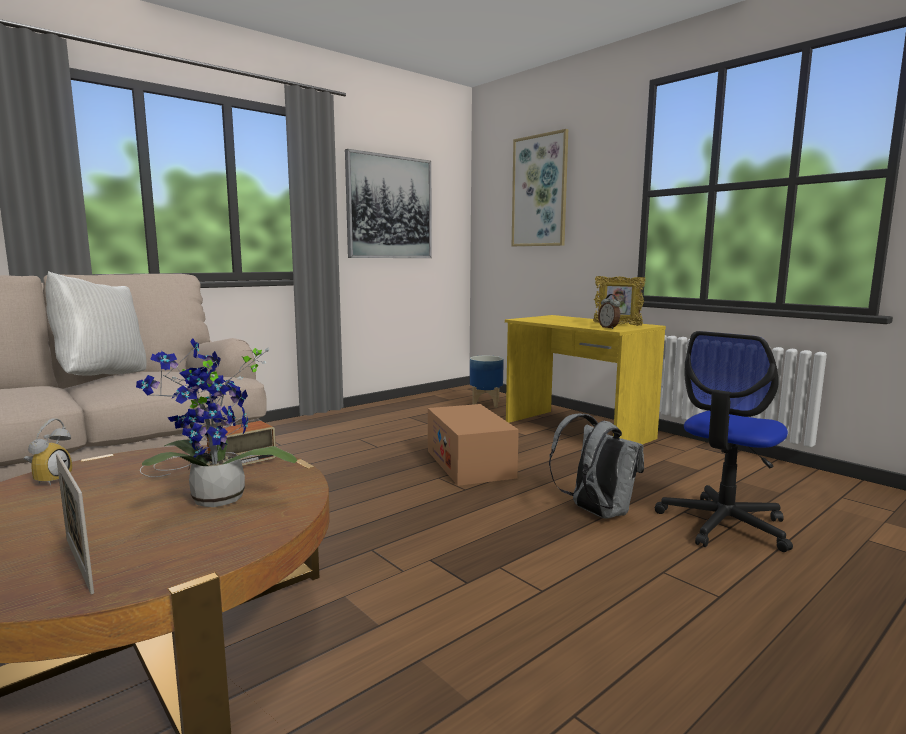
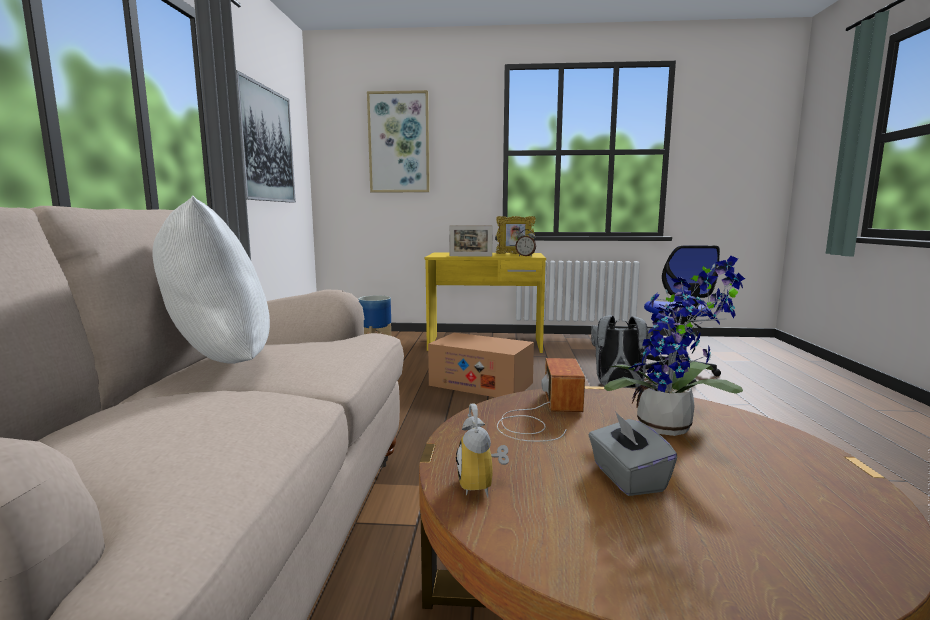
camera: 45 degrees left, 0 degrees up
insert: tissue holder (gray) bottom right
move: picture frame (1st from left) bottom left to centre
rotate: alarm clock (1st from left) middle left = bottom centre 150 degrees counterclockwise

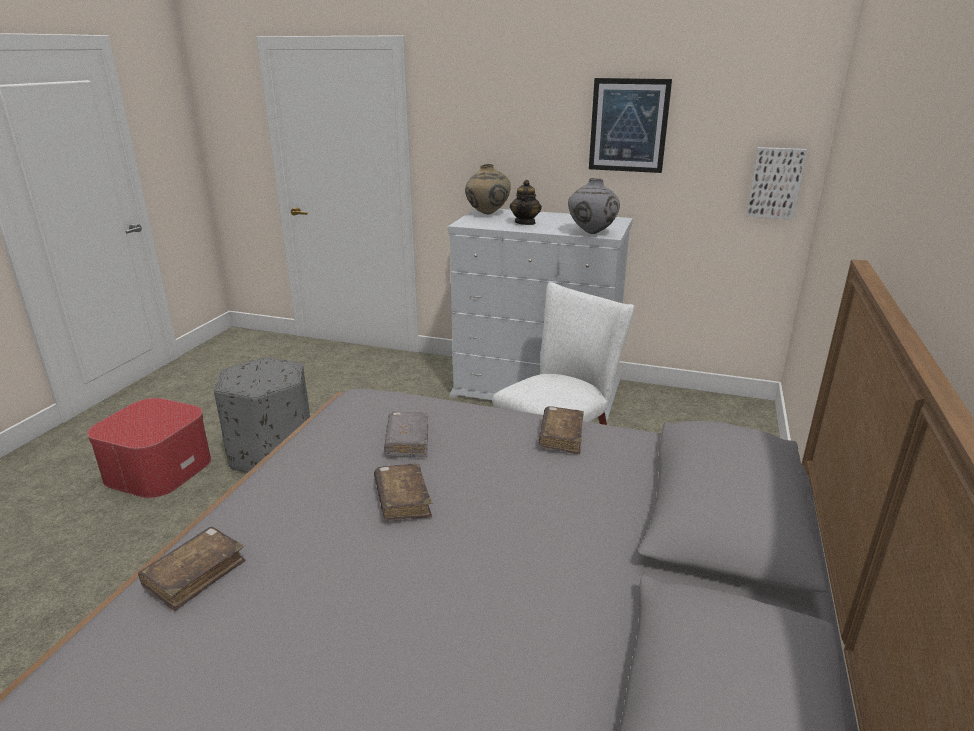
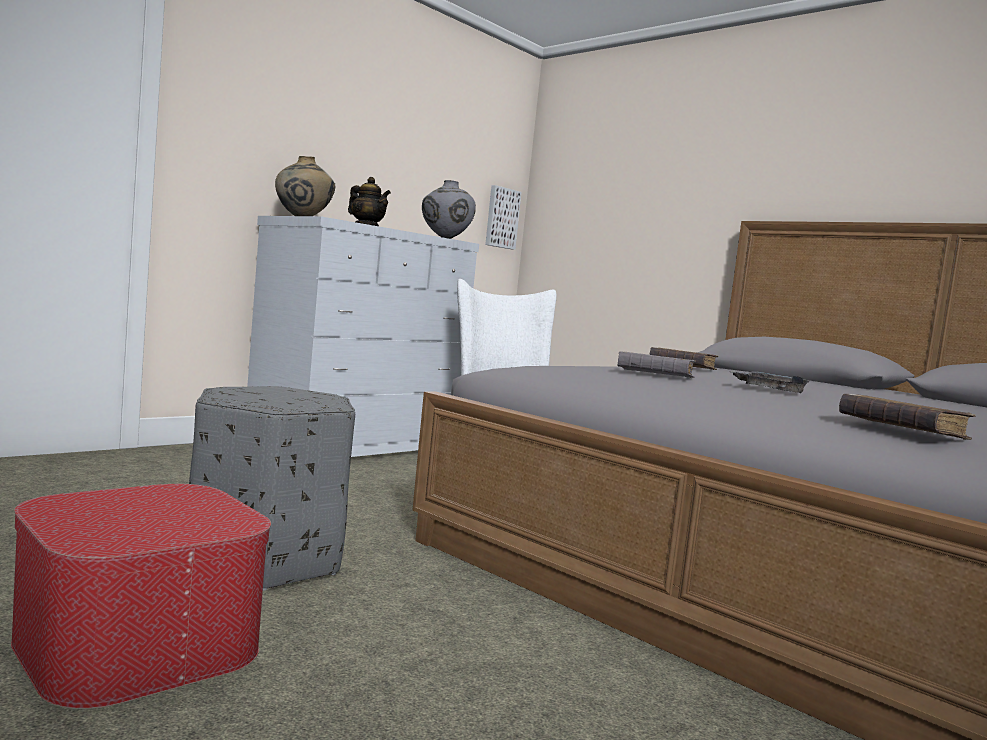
camera: 65 degrees left, 20 degrees down
delete: wall art (1st from left) top centre
replace: volume (brownish) (2nd from left) bottom centre to serving tray (gray) middle right

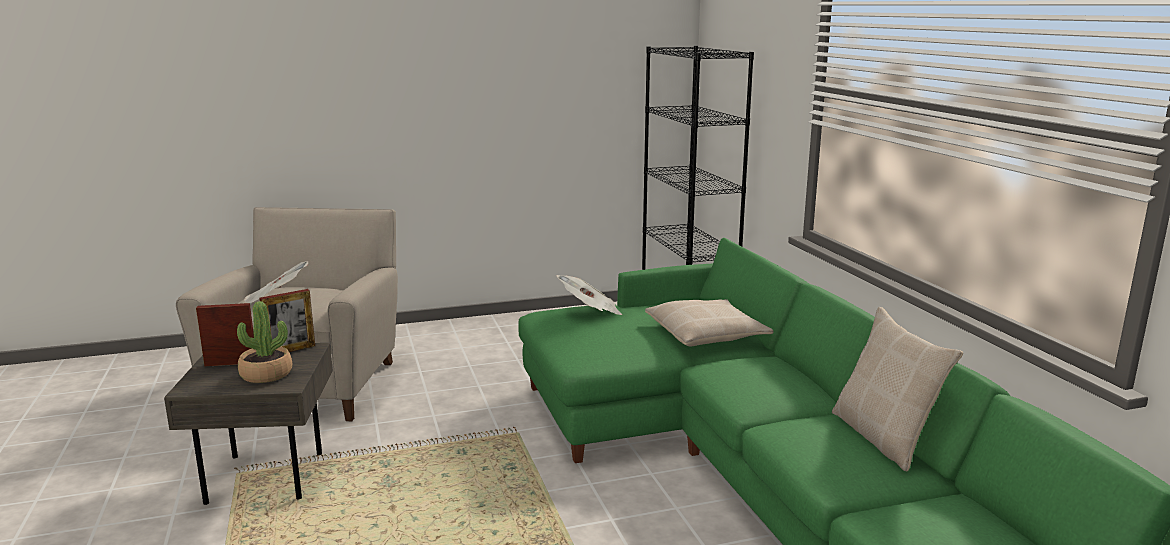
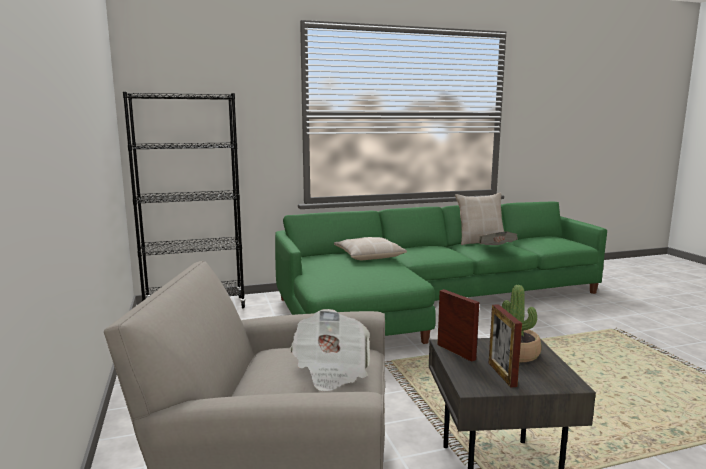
camera: 90 degrees left, 5 degrees down
move: printed paper (2nd from left) centre to middle right

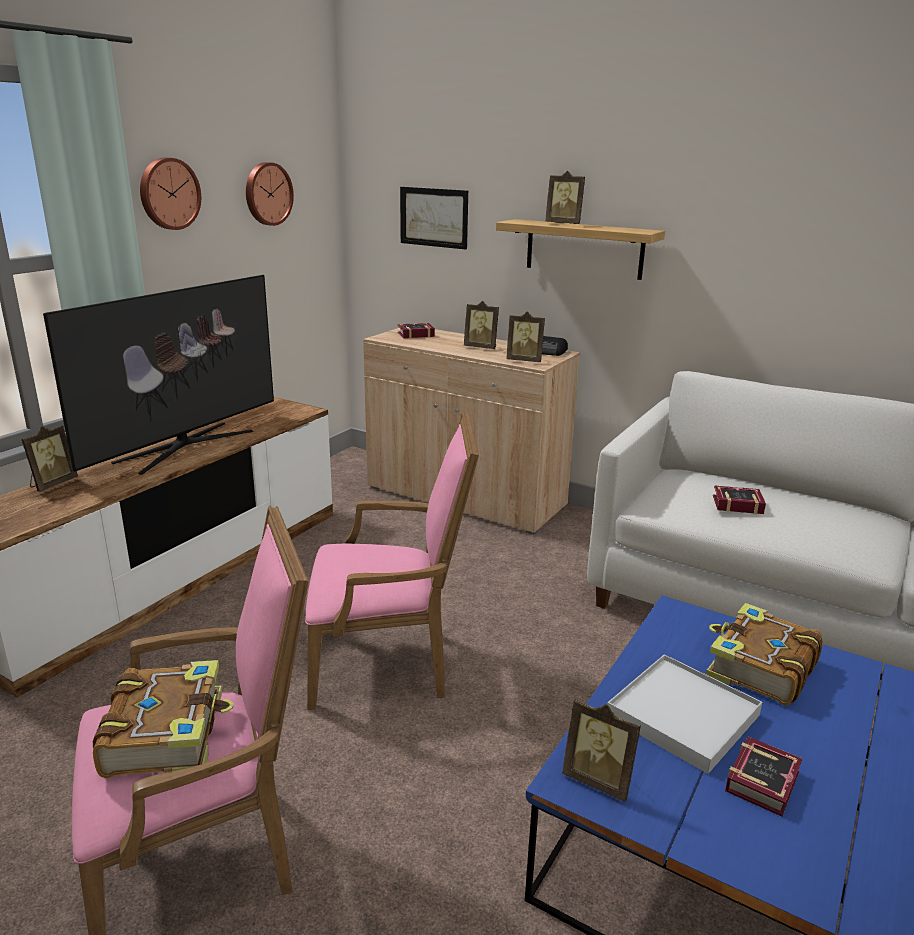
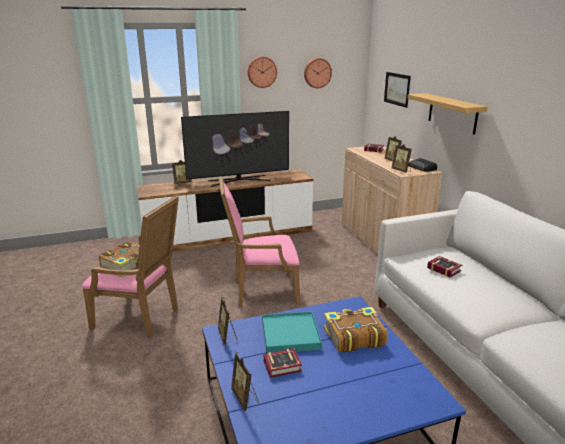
camera: 40 degrees right, 0 degrees up
move: picture frame (4th from left in the first image) top centre to picture frame (3rd from left) bottom centre
recolor: serving tray (white-coloured) bottom right to serving tray (turquoise) bottom centre
rotate: easy chair (pinkish) (2nd from left) centre = centre 135 degrees clockwise

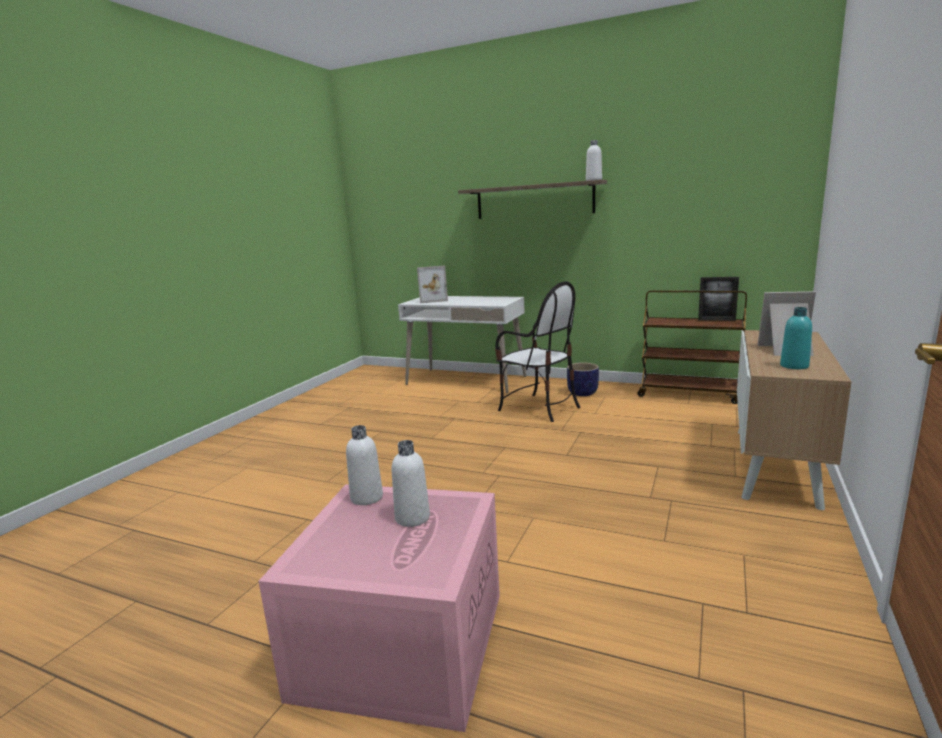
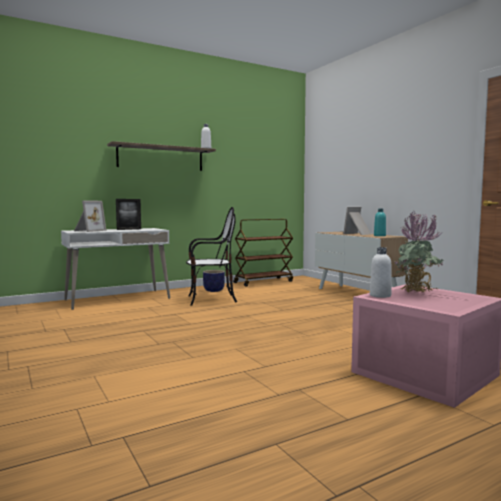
camera: 55 degrees left, 10 degrees down
move: picture frame (2nd from left) middle right to middle left
replace: beverage bottle (white-coloured) (2nd from left) centre to houseplant middle right

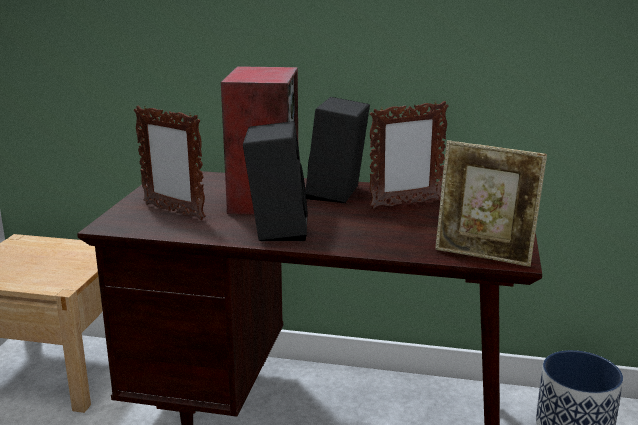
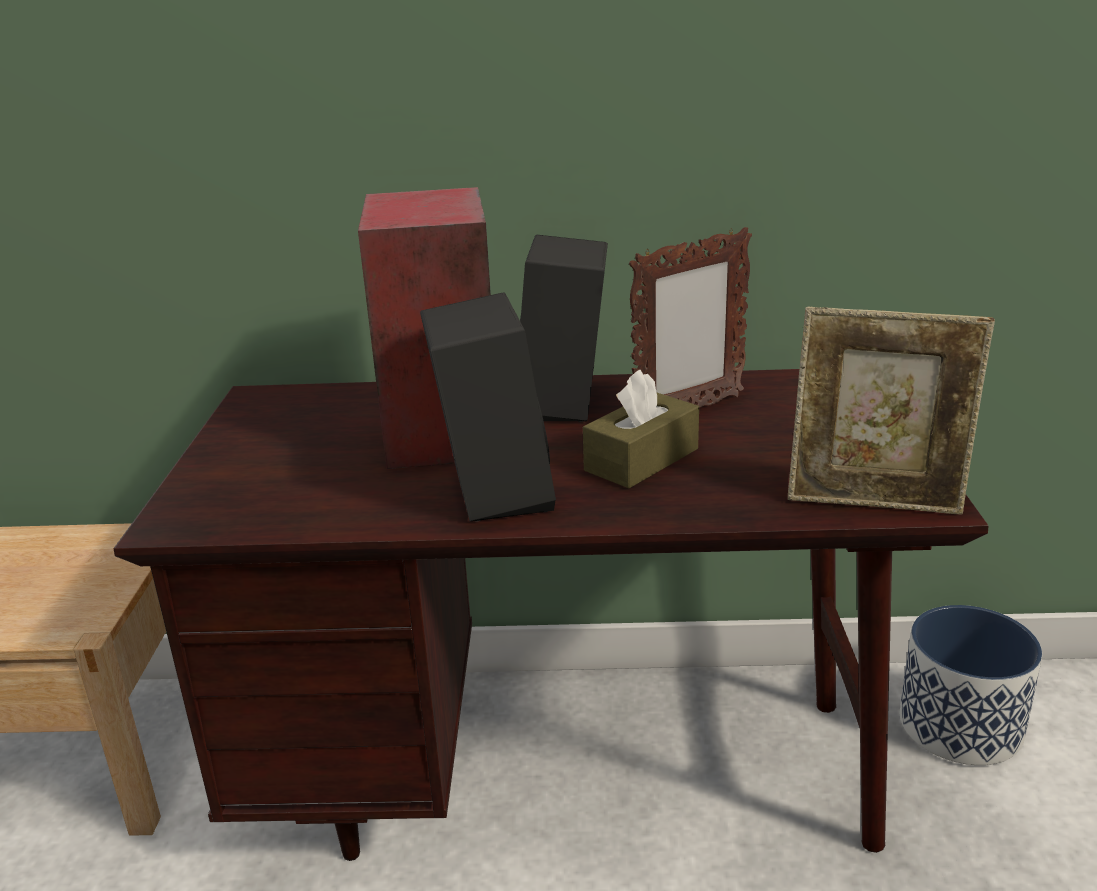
camera: 10 degrees left, 5 degrees up
delete: picture frame (1st from left) middle left
insert: tissue holder (brownish) centre

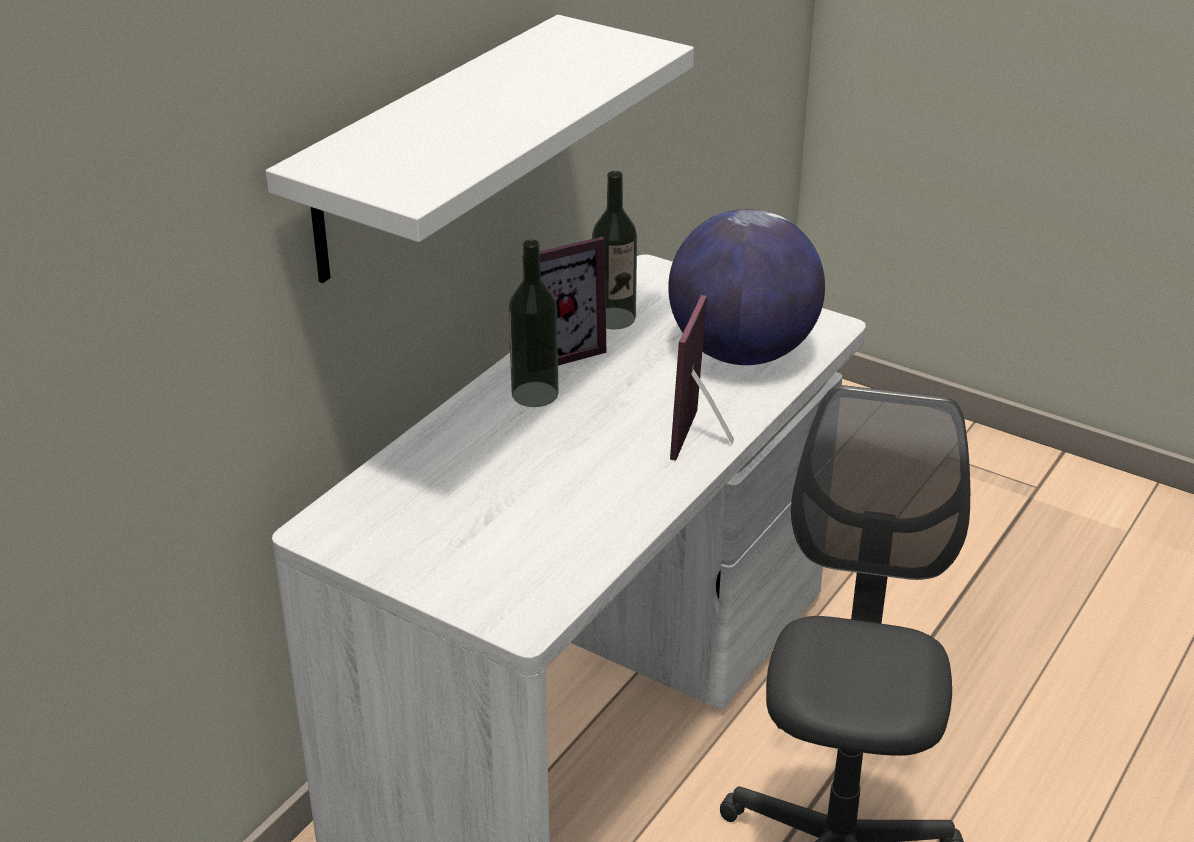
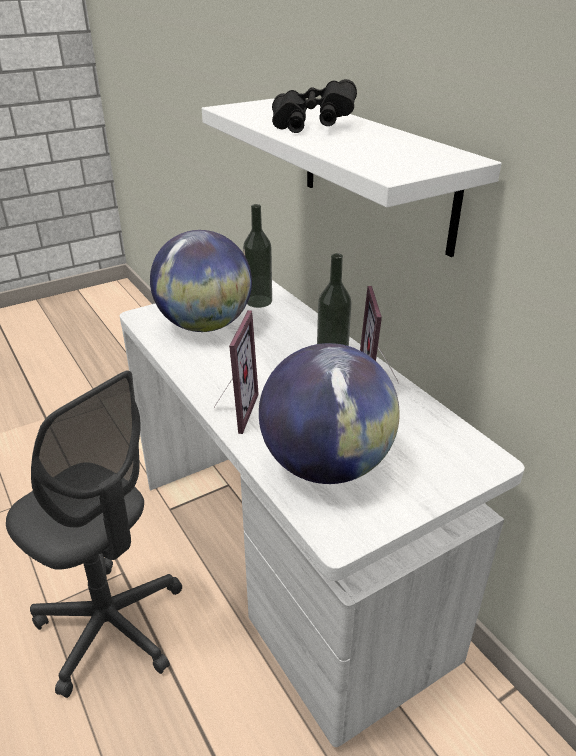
camera: 115 degrees right, 0 degrees up
insert: binoculars (black-coloured) top centre; desk globe (1st from left) centre
move: beverage bottle (2nd from left in the first image) top centre to beverage bottle (1st from left) centre
rotate: picture frame (2nd from left in the first image) centre = centre 60 degrees clockwise

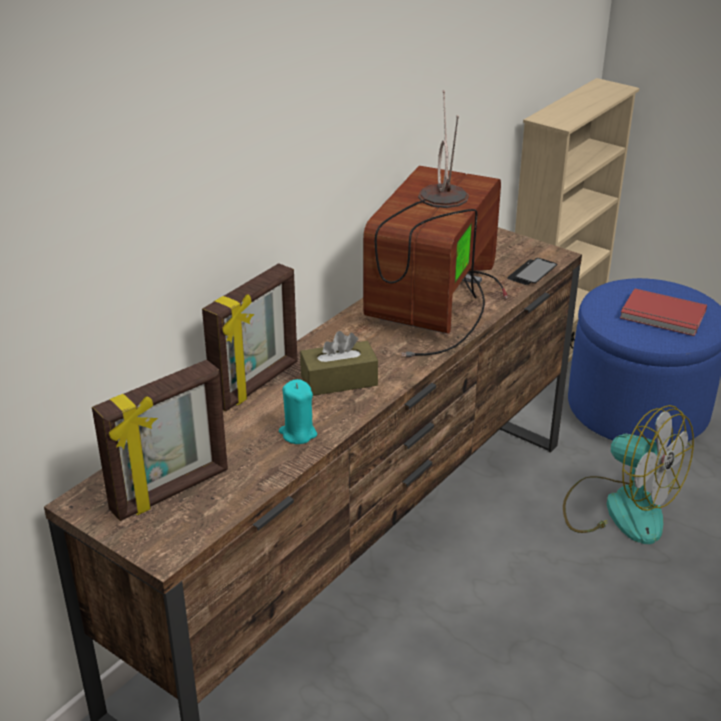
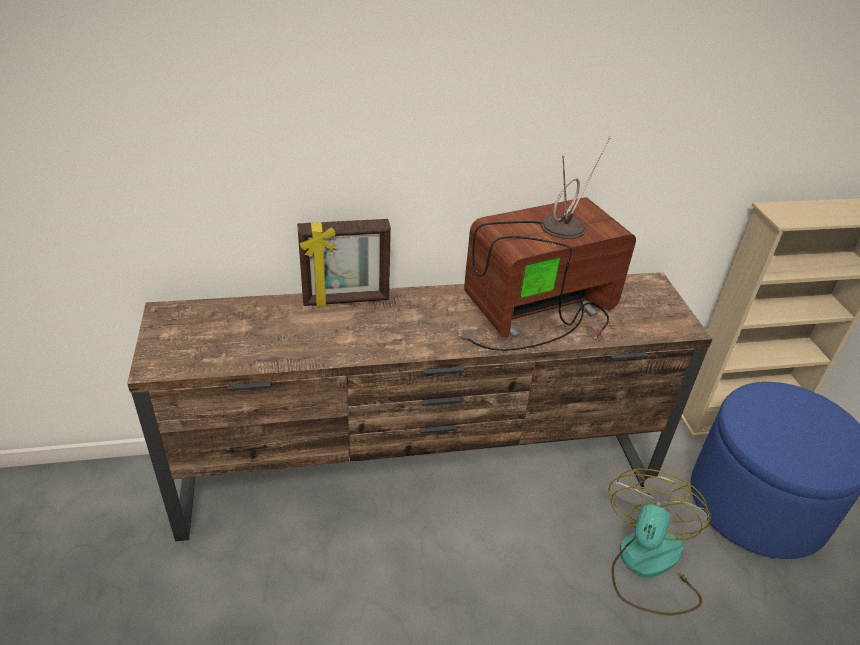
camera: 40 degrees right, 5 degrees up
delete: handset middle right; volume (red) middle right; tissue holder (brownish) centre; picture frame (1st from left) middle left; wax candle (turquoise) centre
rotate: cooling fan middle right = bottom right 150 degrees counterclockwise

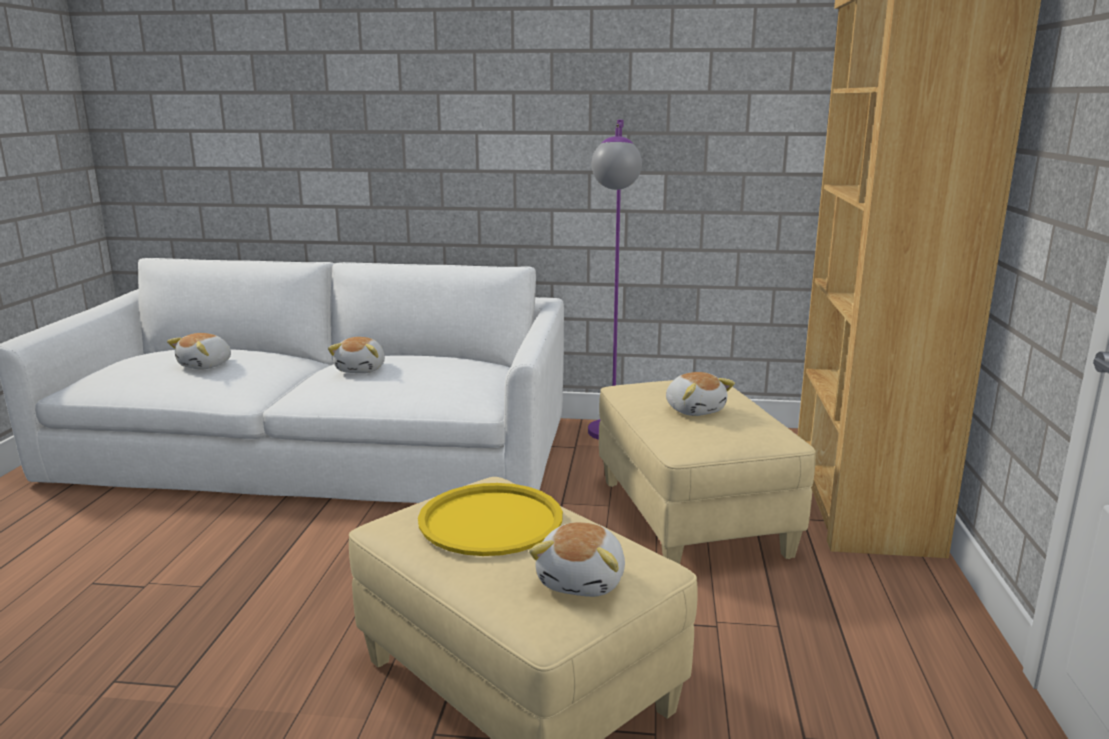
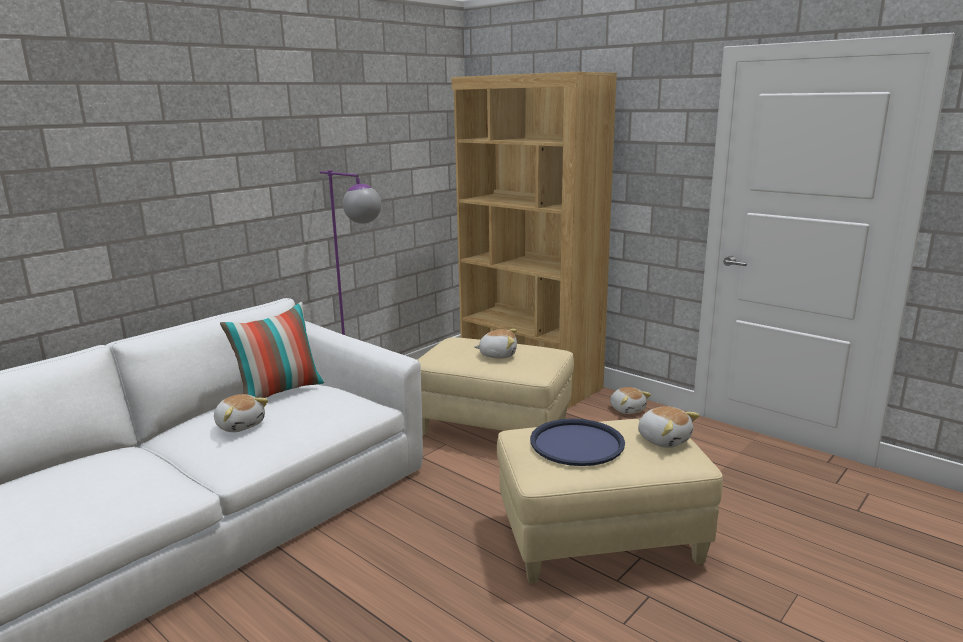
camera: 55 degrees left, 0 degrees up
insert: pillow middle left
move: cuddly toy (1st from left in the first image) middle left to cuddly toy (3rd from left) centre
recolor: serving tray (yellow-coloured) bottom centre to serving tray (bluish) bottom centre

